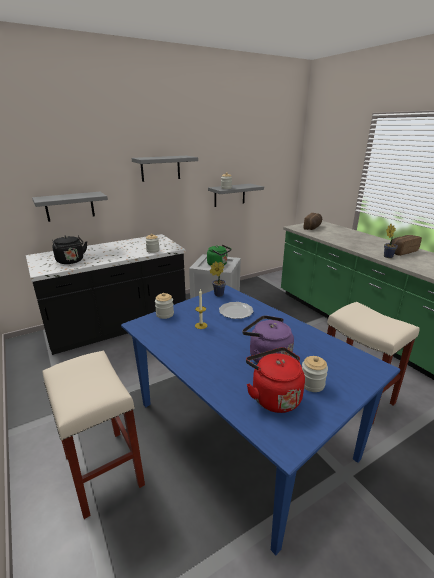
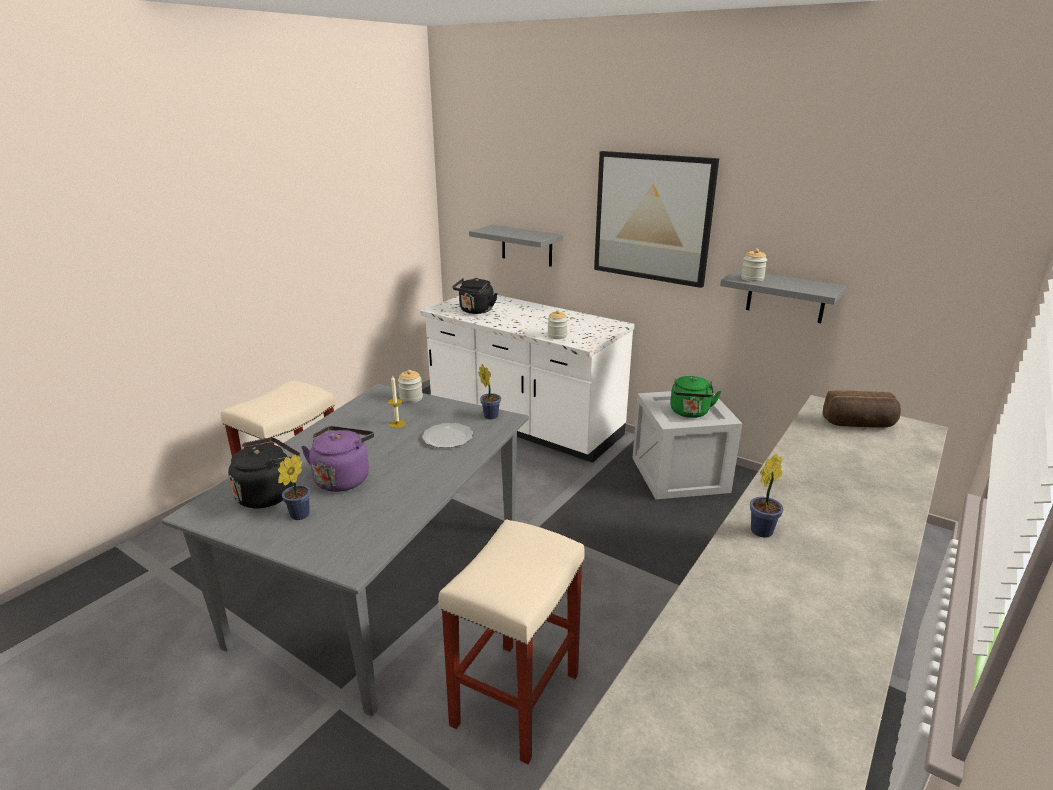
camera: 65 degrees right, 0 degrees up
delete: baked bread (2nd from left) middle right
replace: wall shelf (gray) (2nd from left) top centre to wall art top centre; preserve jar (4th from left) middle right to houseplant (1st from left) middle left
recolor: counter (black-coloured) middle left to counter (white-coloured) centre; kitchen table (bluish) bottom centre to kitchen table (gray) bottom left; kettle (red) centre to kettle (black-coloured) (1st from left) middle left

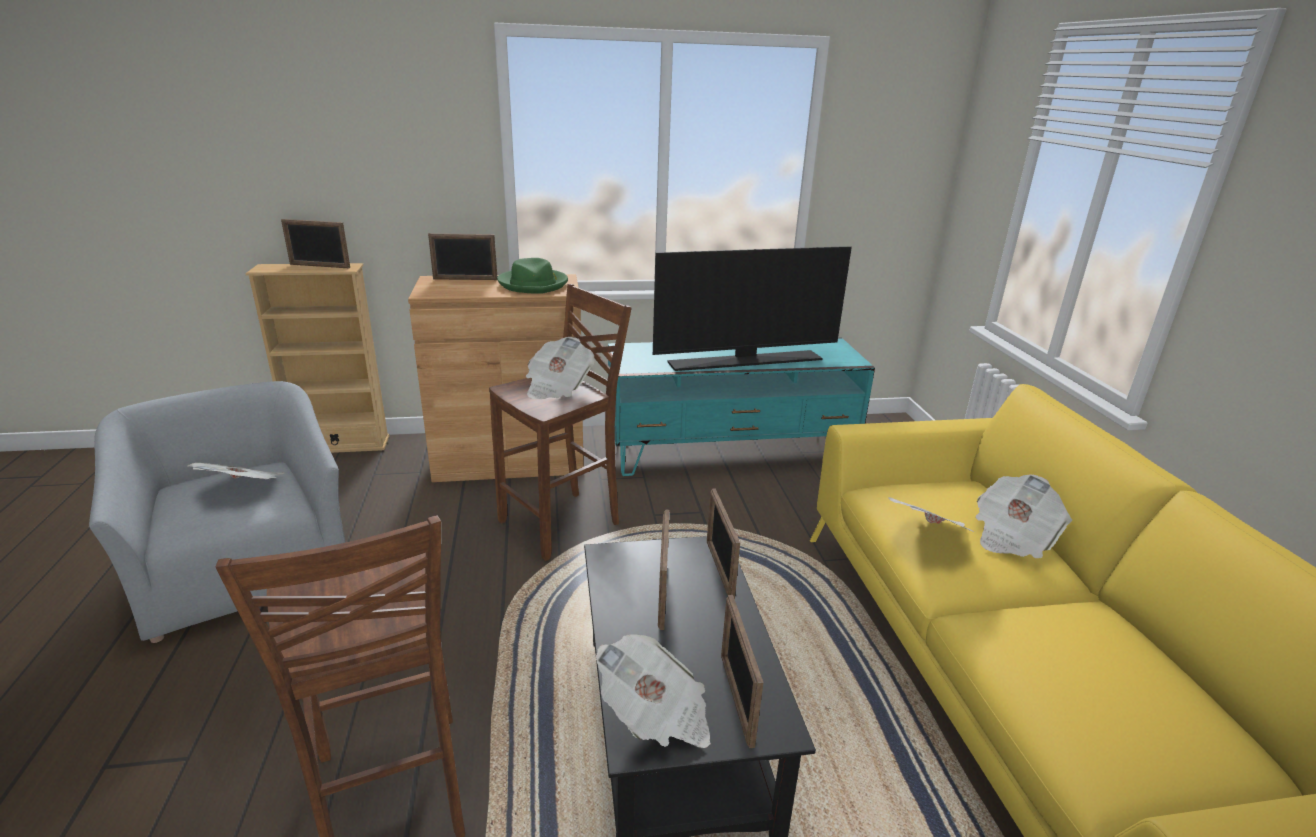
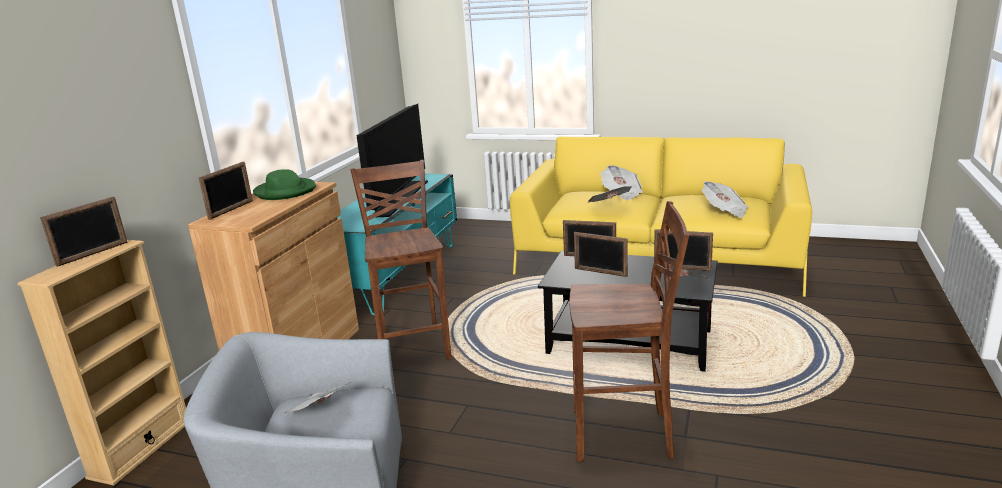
camera: 60 degrees left, 5 degrees down
move: printed paper (2nd from left in the first image) centre to printed paper (5th from left) middle right

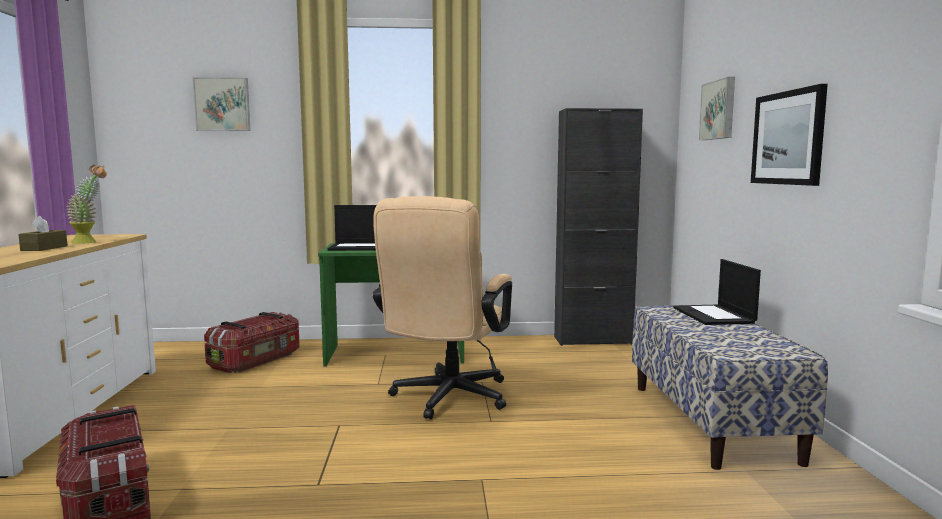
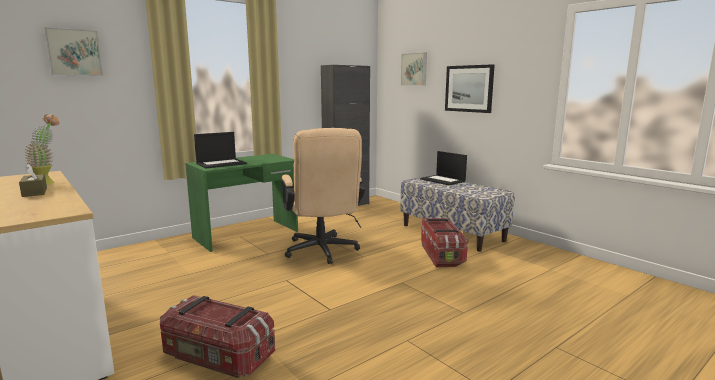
camera: 35 degrees left, 5 degrees up
move: storage container (2nd from left) middle left to centre

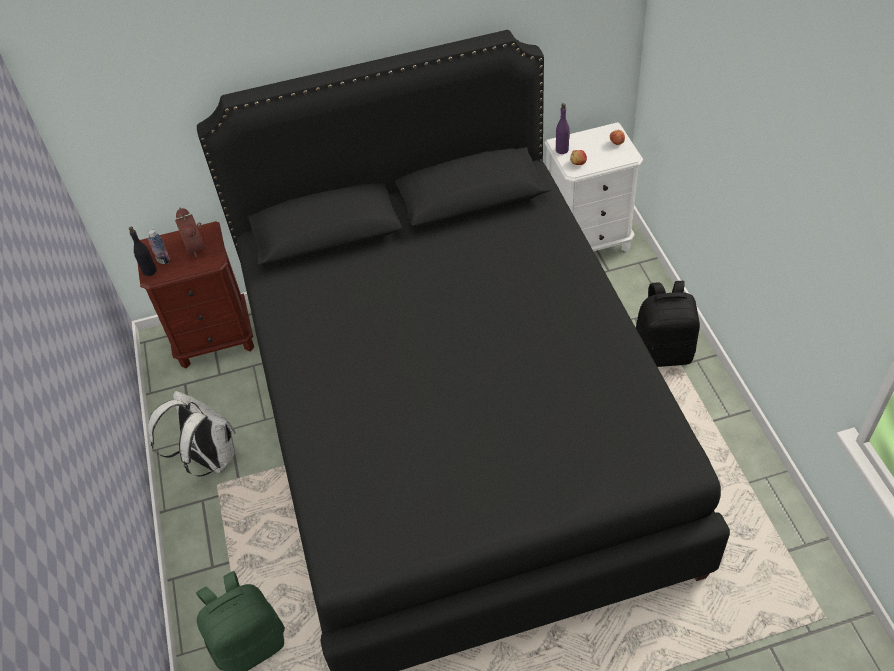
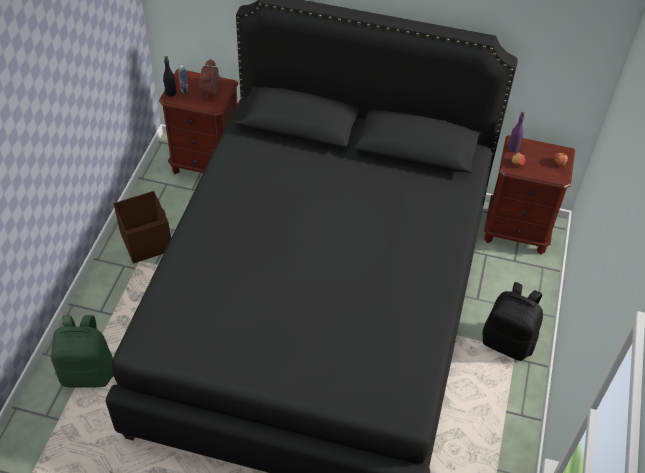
camera: 25 degrees right, 0 degrees up
replace: rucksack (white-coloured) middle left to storage container (brownish) middle left
recolor: nightstand (white-coloured) top centre to nightstand (brownish) (2nd from left) middle right

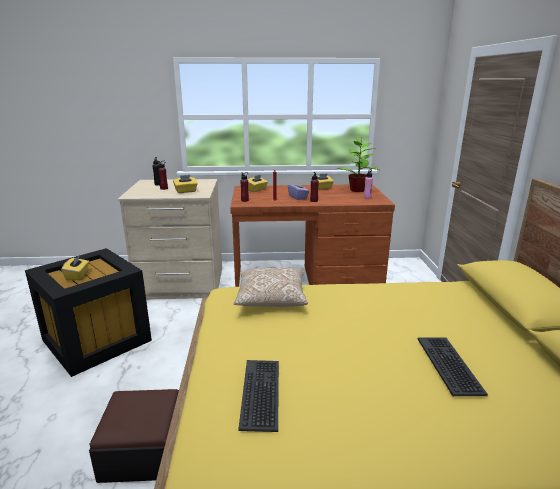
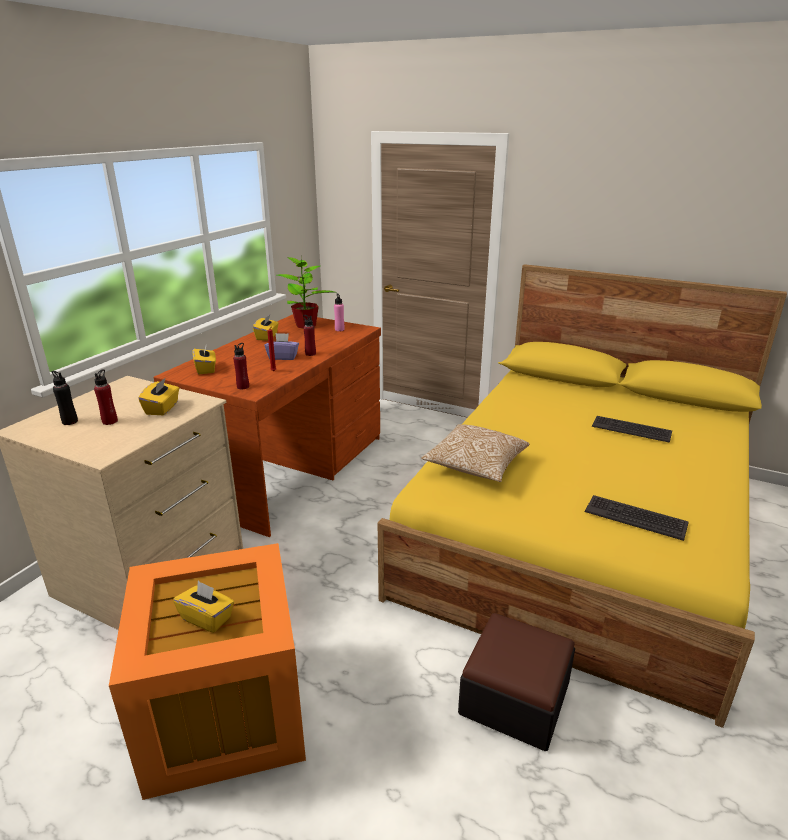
camera: 60 degrees left, 5 degrees up
recolor: storage container (black-coloured) middle left to storage container (orange) bottom left

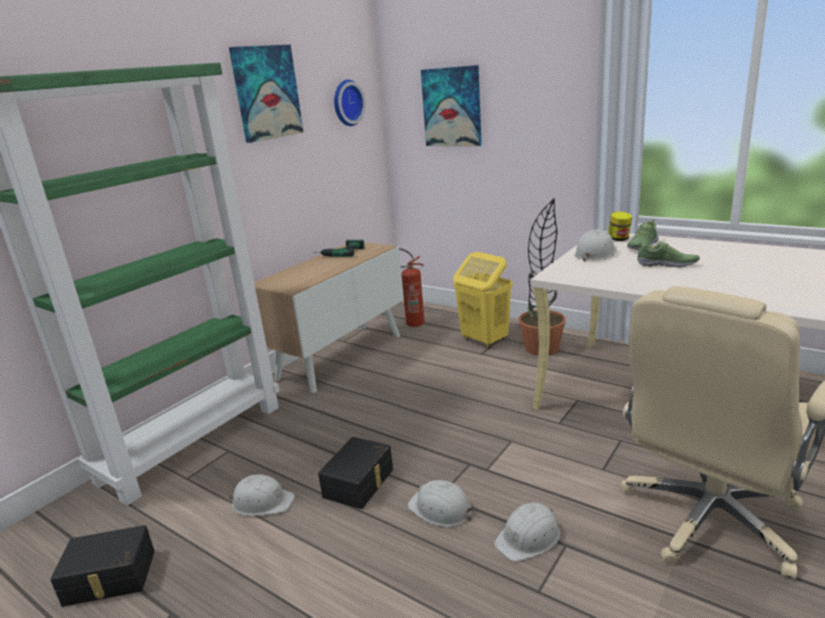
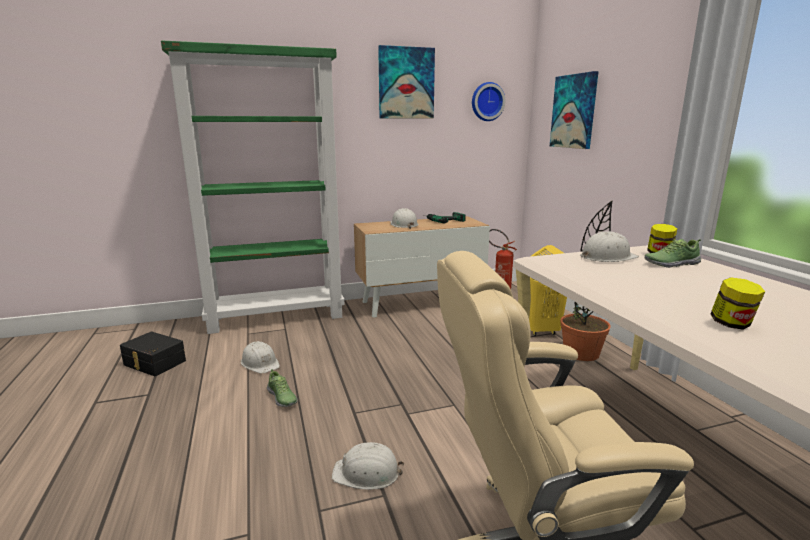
camera: 35 degrees right, 5 degrees down
delete: storage container (black-coloured) (2nd from left) bottom centre
insert: preserve jar (2nd from left) middle right
move: item of footwear (2nd from left in the first image) middle right to item of footwear (1st from left) bottom centre; hard hat (white-coloured) (2nd from left in the first image) bottom centre to hard hat (white-coloured) (3rd from left) centre

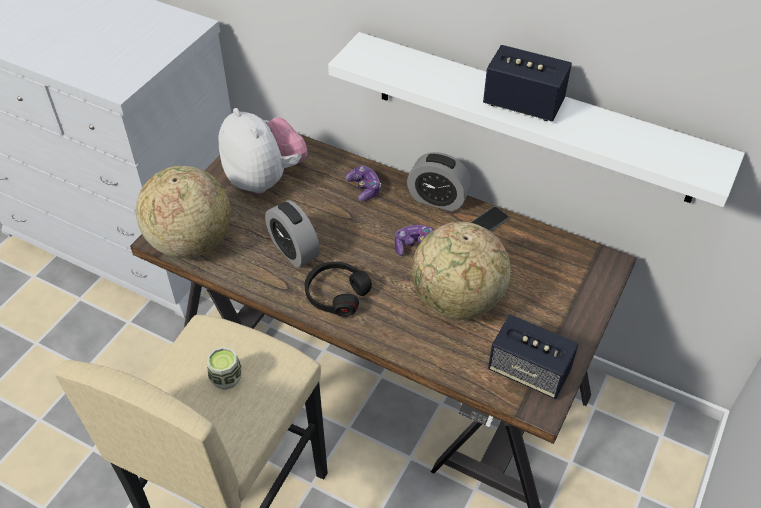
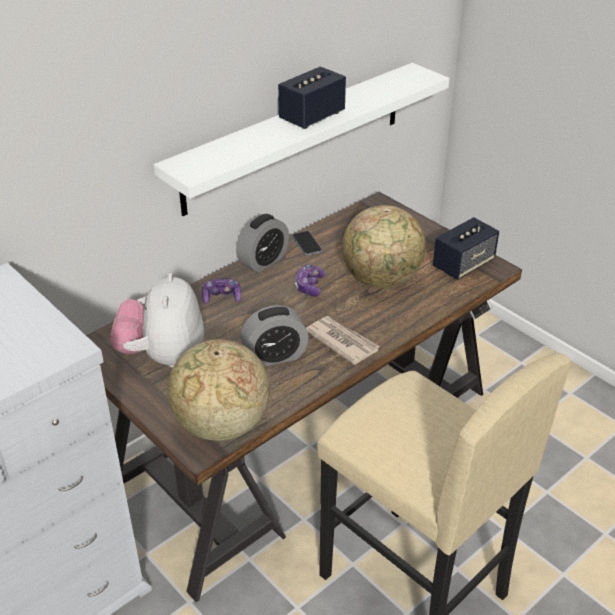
camera: 70 degrees left, 10 degrees down
delete: small cup bottom left
replace: headphones (black-coloured) centre to printed paper centre
rotate: cuddly toy top centre = middle left 75 degrees counterclockwise

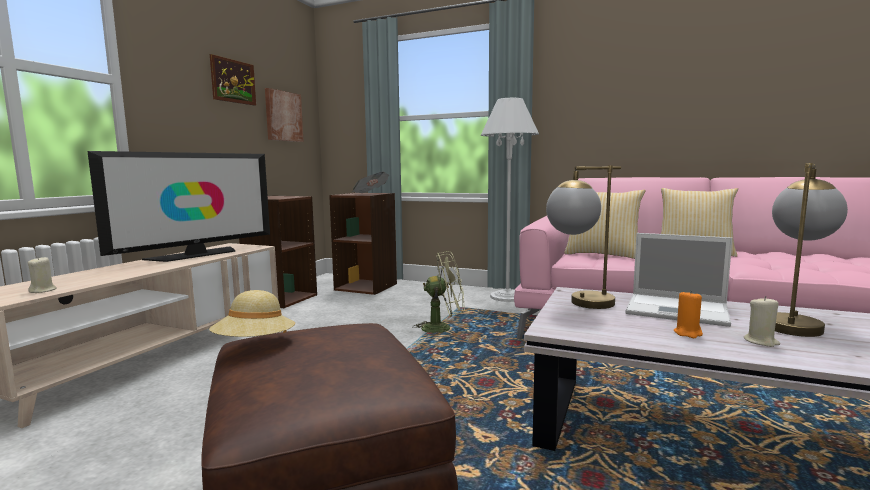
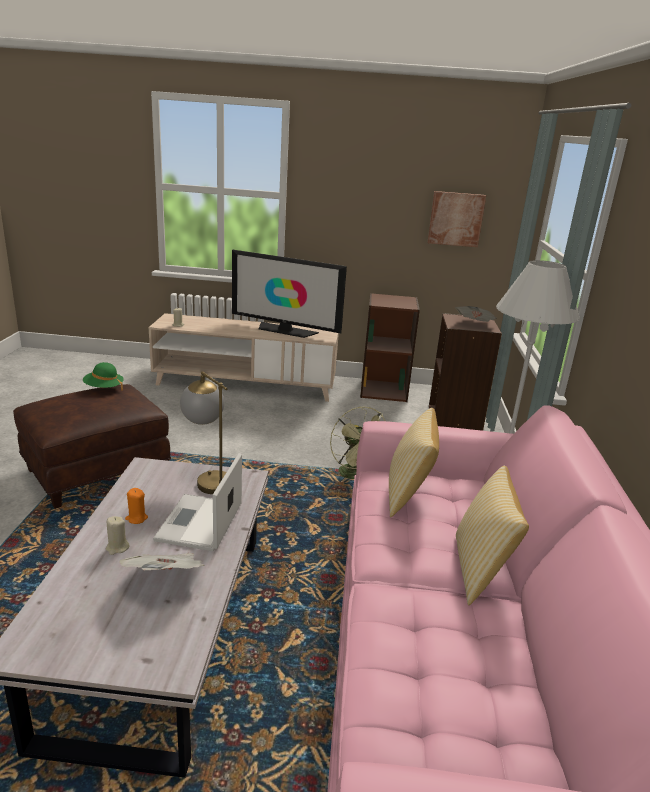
camera: 70 degrees right, 15 degrees up
delete: wall art (1st from left) top left
replace: tabletop lamp (2nd from left) middle right to printed paper (1st from left) bottom left
recolor: wearable hat (beige) middle left to wearable hat (greenish) middle left

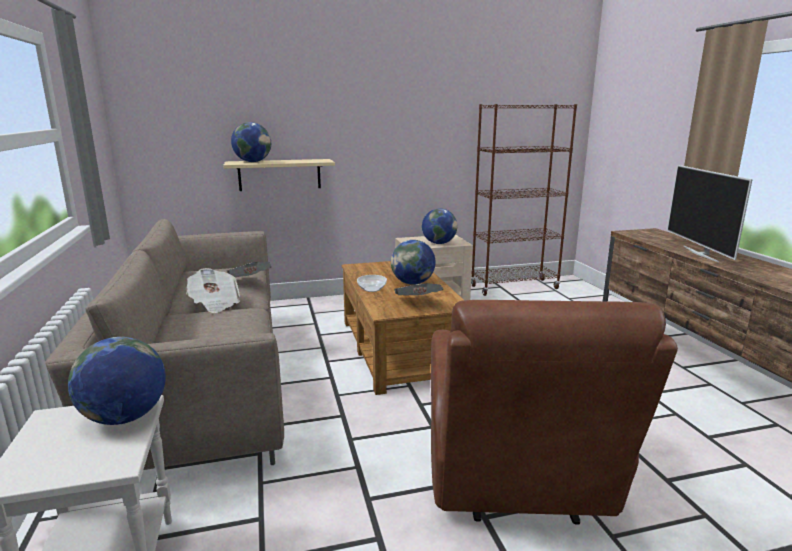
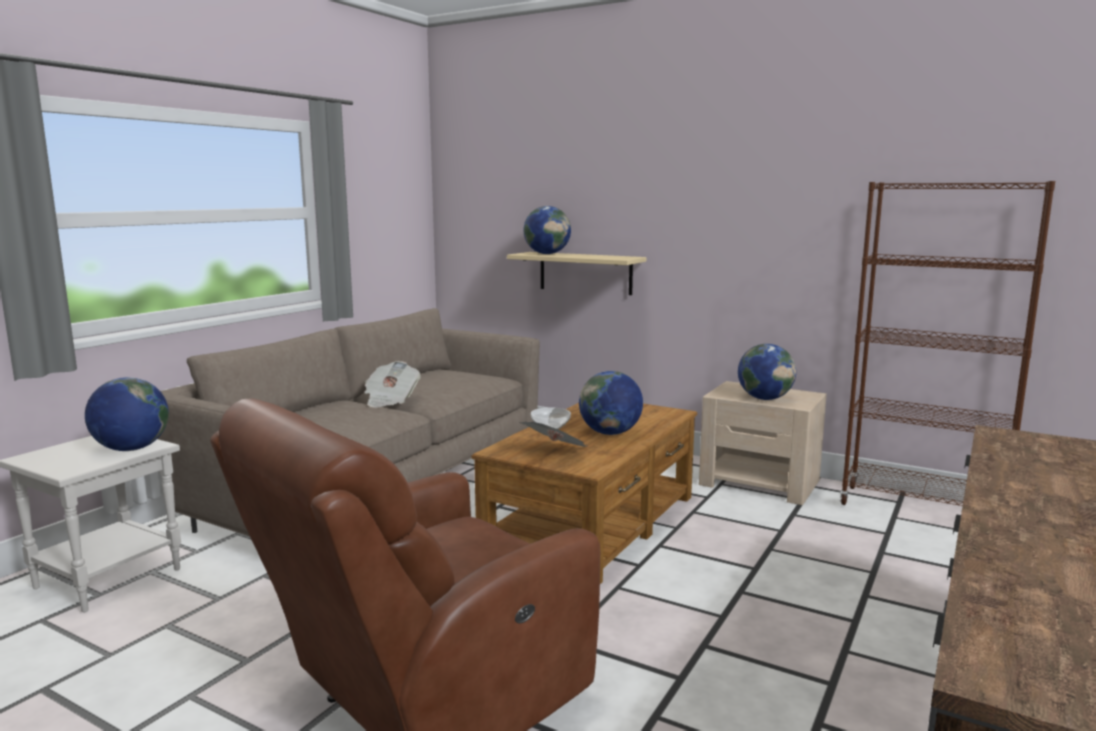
camera: 45 degrees right, 5 degrees down
delete: television middle right; printed paper (2nd from left) middle left

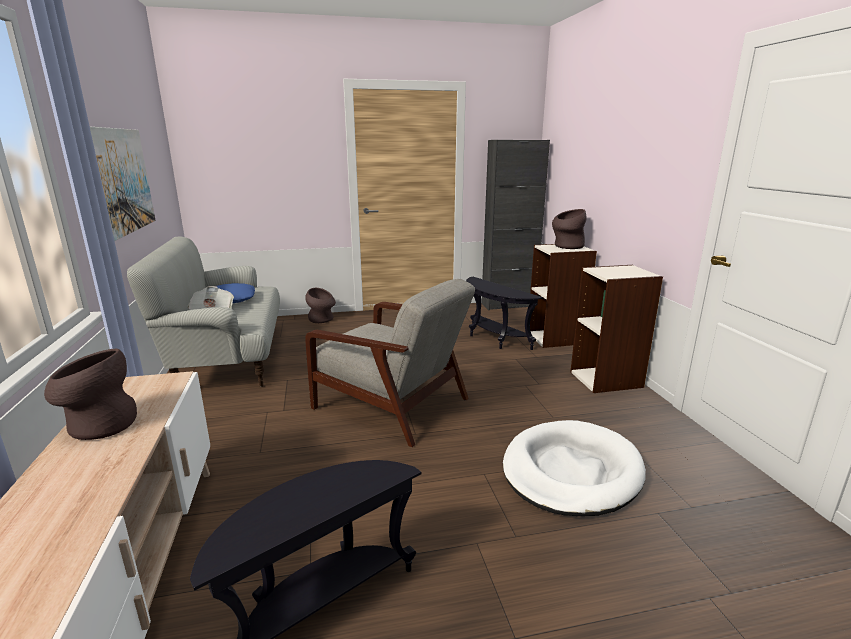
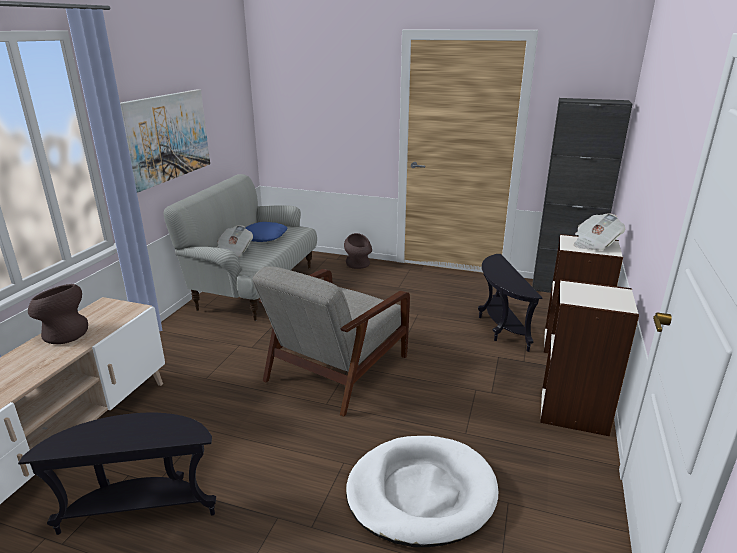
camera: 30 degrees right, 5 degrees up
replace: decorative vase (brownish) (3rd from left) middle right to printed paper (2nd from left) middle right
rotate: easy chair (gray) centre = centre 60 degrees clockwise

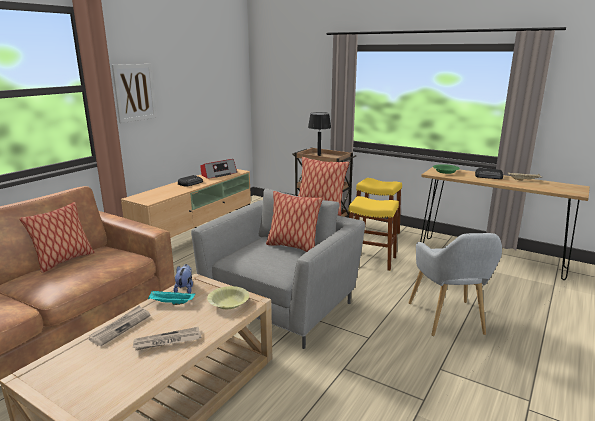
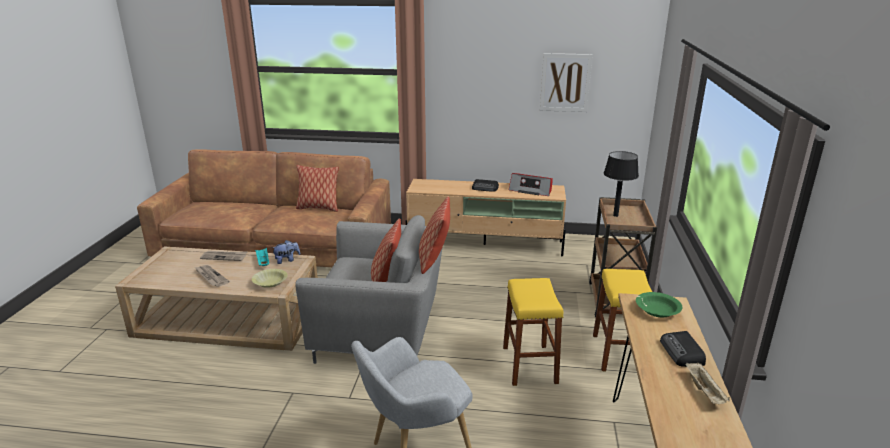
camera: 65 degrees right, 5 degrees up
move: wall art top left to top centre

